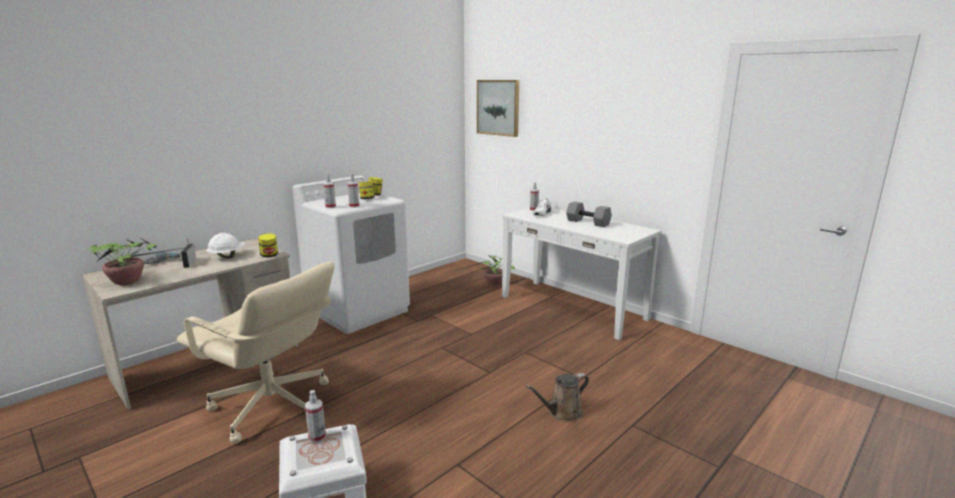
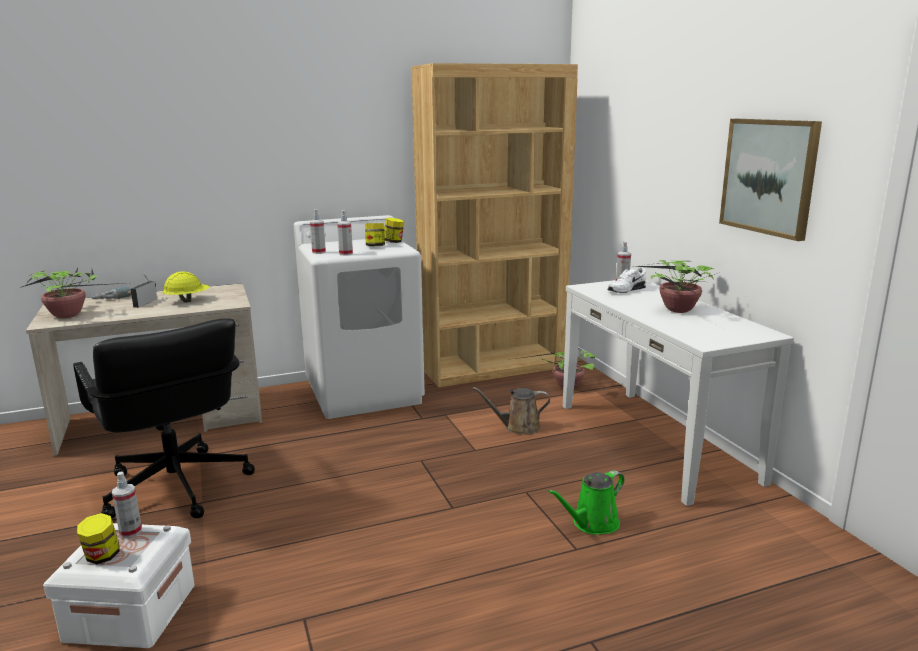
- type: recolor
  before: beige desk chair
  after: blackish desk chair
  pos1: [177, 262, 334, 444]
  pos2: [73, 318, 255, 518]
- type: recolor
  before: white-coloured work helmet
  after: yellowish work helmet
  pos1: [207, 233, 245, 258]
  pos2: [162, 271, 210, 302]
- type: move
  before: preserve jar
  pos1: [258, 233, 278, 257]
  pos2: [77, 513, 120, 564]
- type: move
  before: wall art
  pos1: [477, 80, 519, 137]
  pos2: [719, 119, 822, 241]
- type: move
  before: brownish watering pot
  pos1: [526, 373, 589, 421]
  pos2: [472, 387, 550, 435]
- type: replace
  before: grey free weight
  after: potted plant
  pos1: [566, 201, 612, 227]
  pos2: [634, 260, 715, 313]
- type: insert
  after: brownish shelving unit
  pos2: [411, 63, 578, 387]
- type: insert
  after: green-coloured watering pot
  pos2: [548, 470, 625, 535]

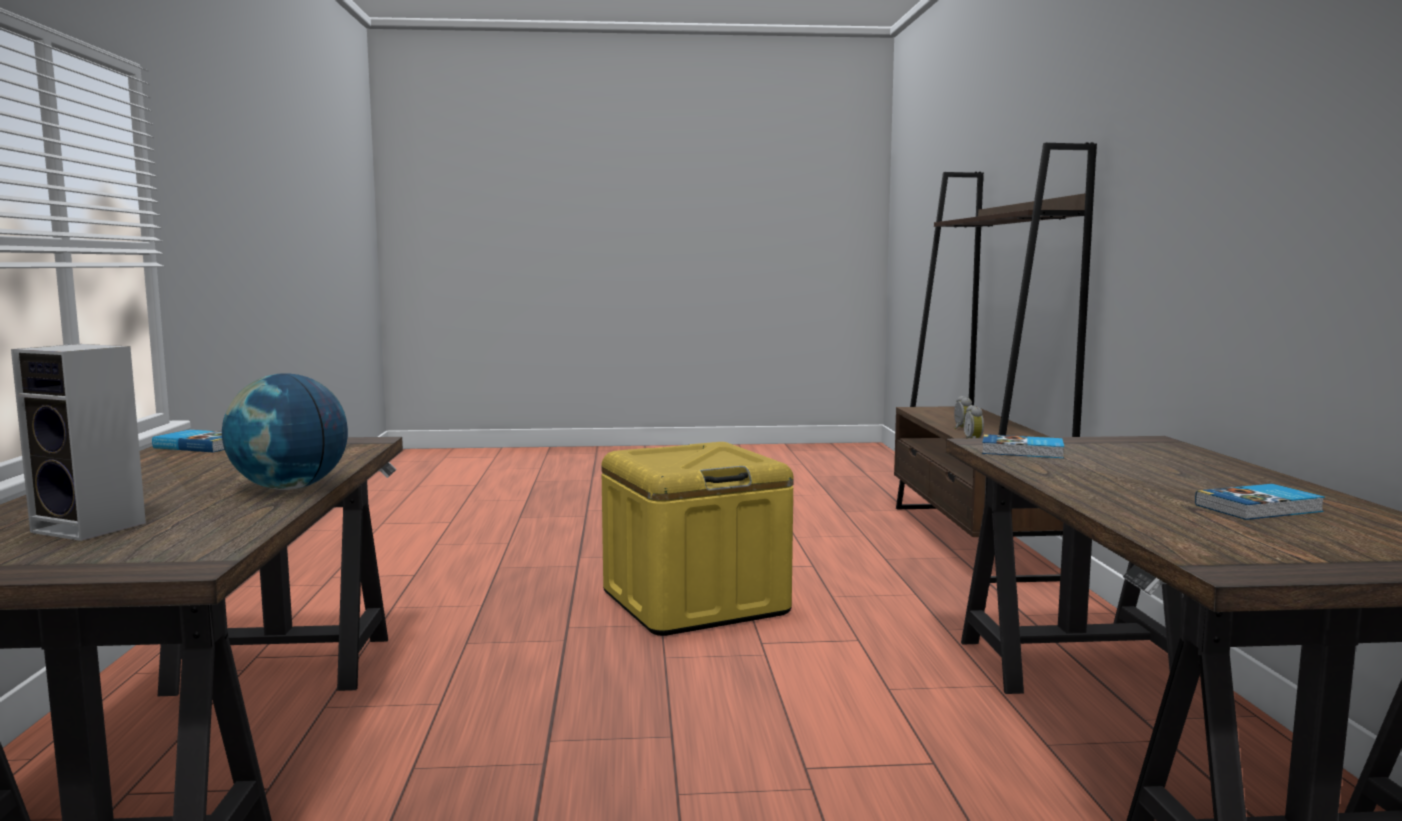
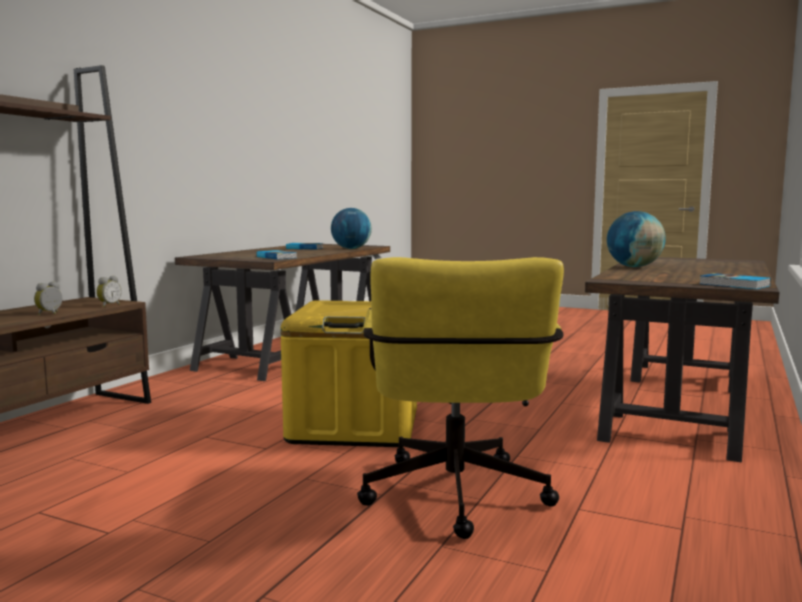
- type: delete
  before: loudspeaker
  pos1: [11, 344, 146, 541]
- type: insert
  after: world globe
  pos2: [331, 208, 372, 249]
- type: insert
  after: yellowish desk chair
  pos2: [357, 257, 564, 539]

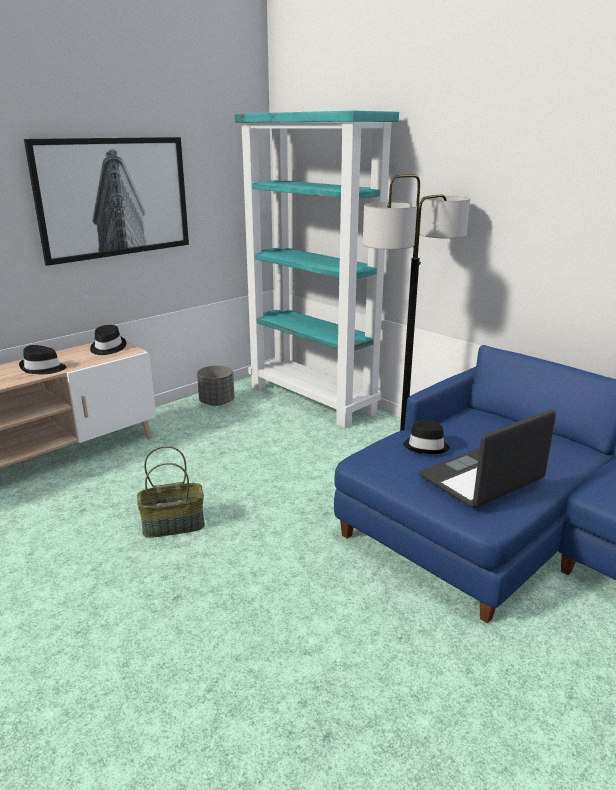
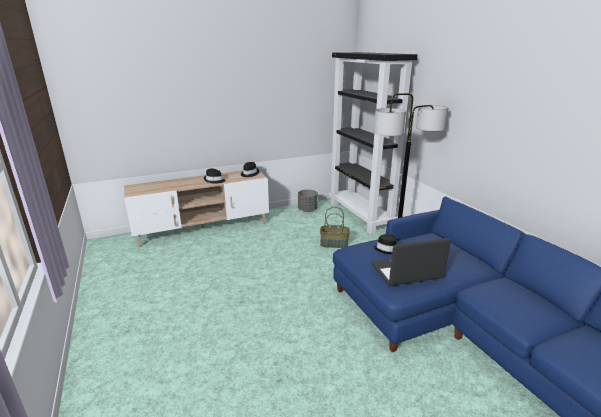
- type: delete
  before: wall art
  pos1: [24, 137, 189, 266]
- type: move
  before: storage basket
  pos1: [137, 446, 205, 538]
  pos2: [320, 207, 350, 248]
- type: recolor
  before: turquoise-coloured shelving unit
  after: blackish shelving unit
  pos1: [235, 111, 399, 428]
  pos2: [329, 52, 418, 235]

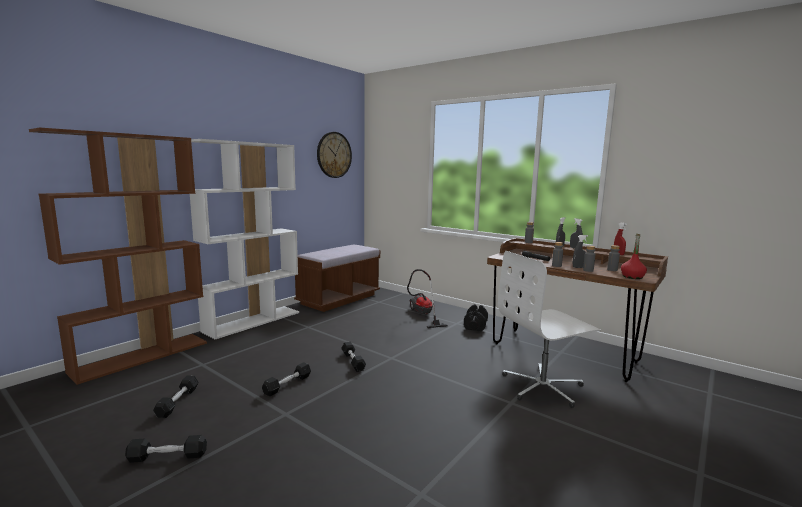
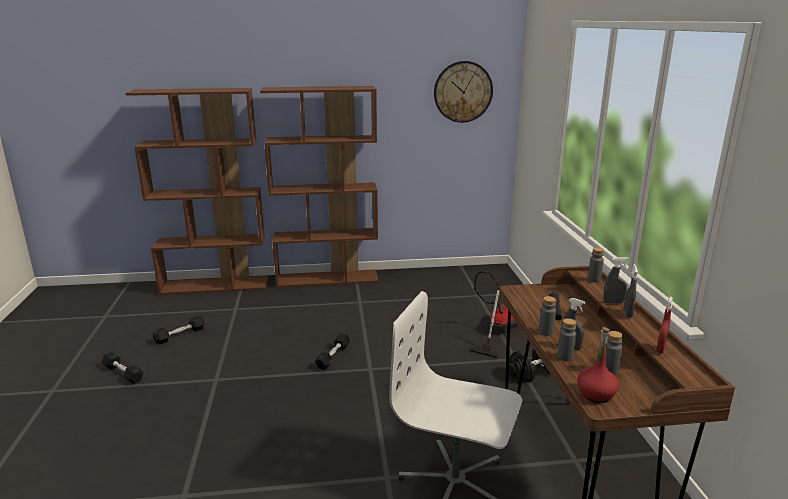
- type: recolor
  before: white-coloured shelving unit
  after: brownish shelving unit
  pos1: [190, 139, 299, 339]
  pos2: [260, 86, 379, 288]
- type: delete
  before: blackish free weight
  pos1: [262, 362, 311, 396]
- type: delete
  before: brownish bench
  pos1: [294, 245, 380, 312]

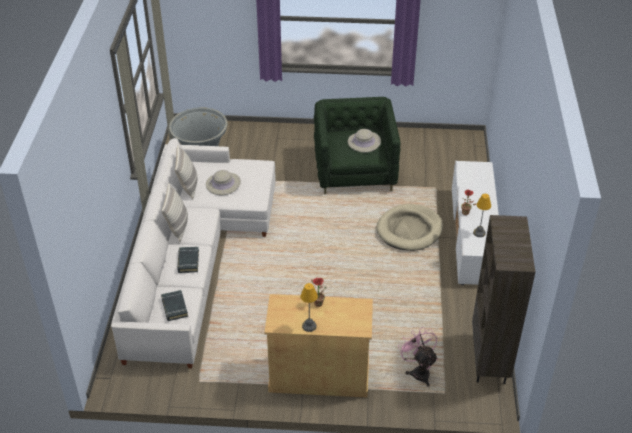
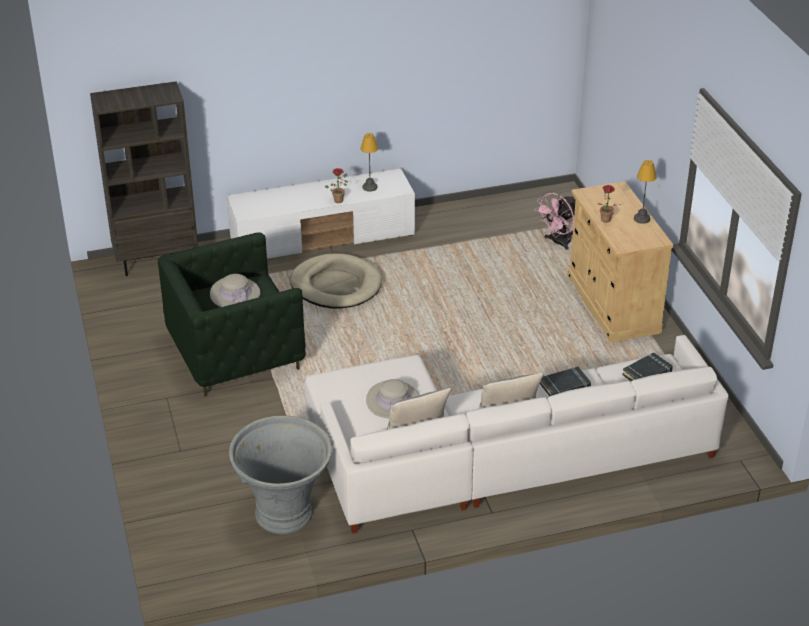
- type: move
  before: brownish shelving unit
  pos1: [472, 215, 535, 384]
  pos2: [90, 81, 198, 276]

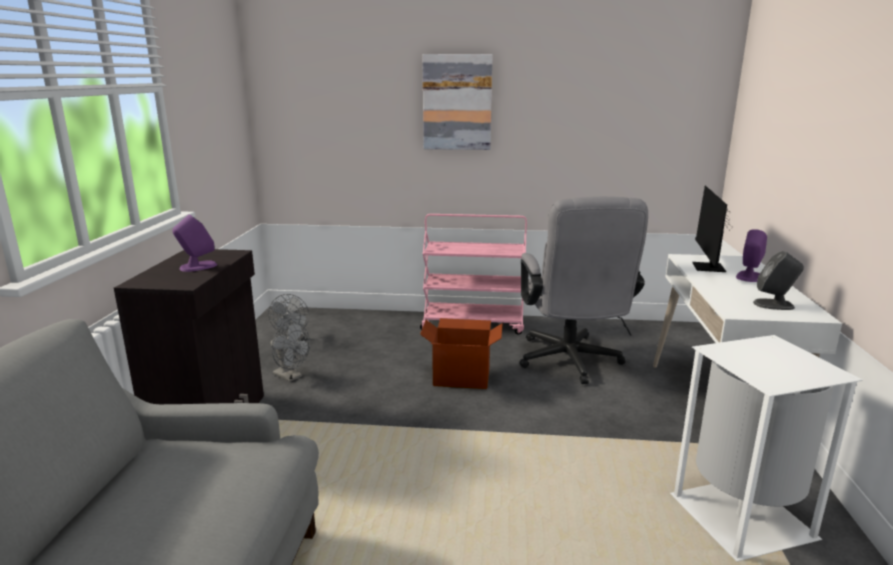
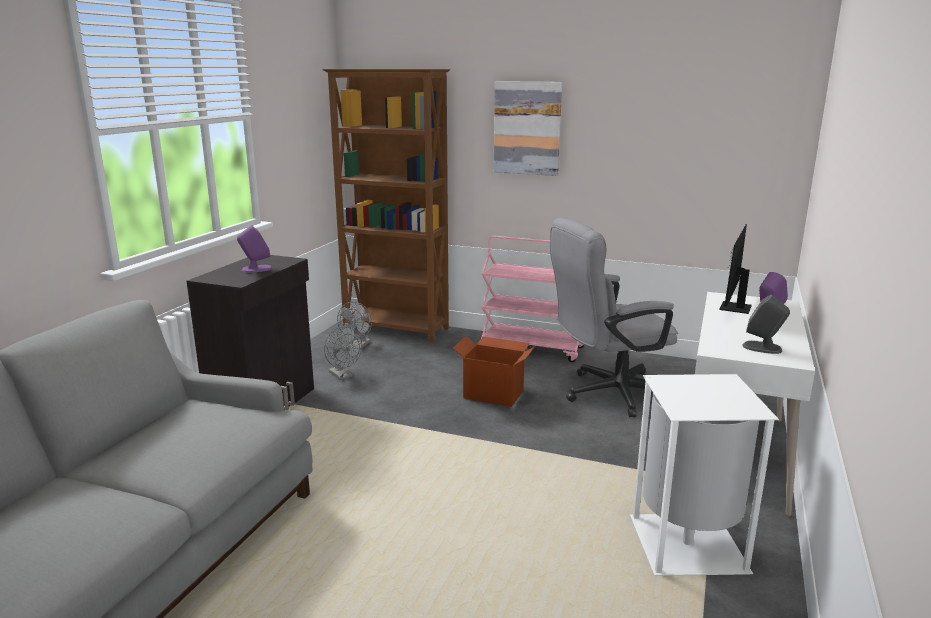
- type: rotate
  before: grey desk chair
  pos1: [519, 196, 648, 384]
  pos2: [550, 218, 678, 417]
  turn: 60
- type: insert
  after: brownish shelving unit
  pos2: [322, 69, 450, 343]

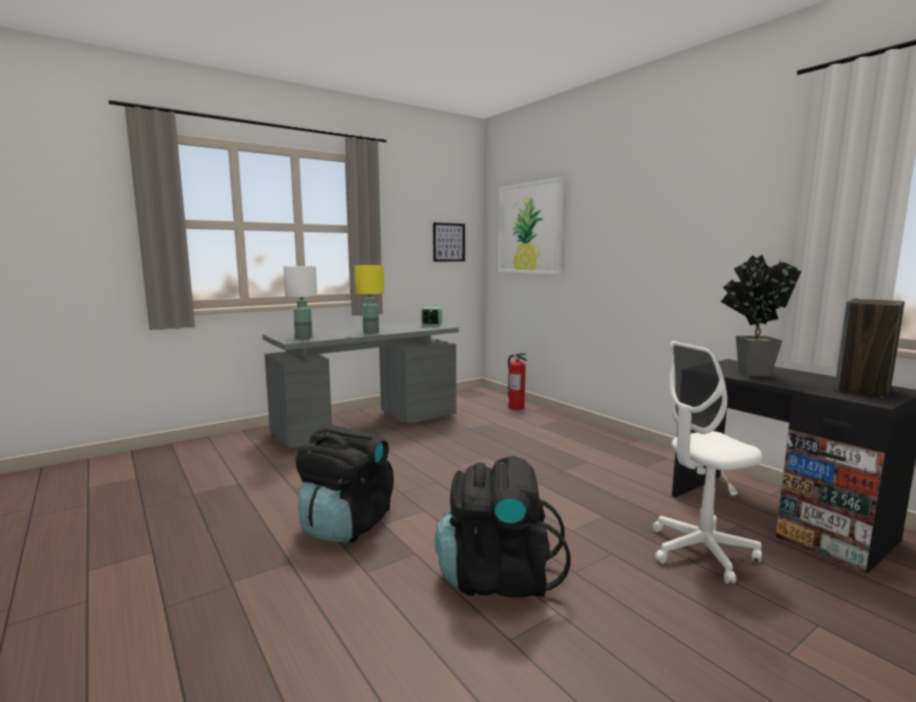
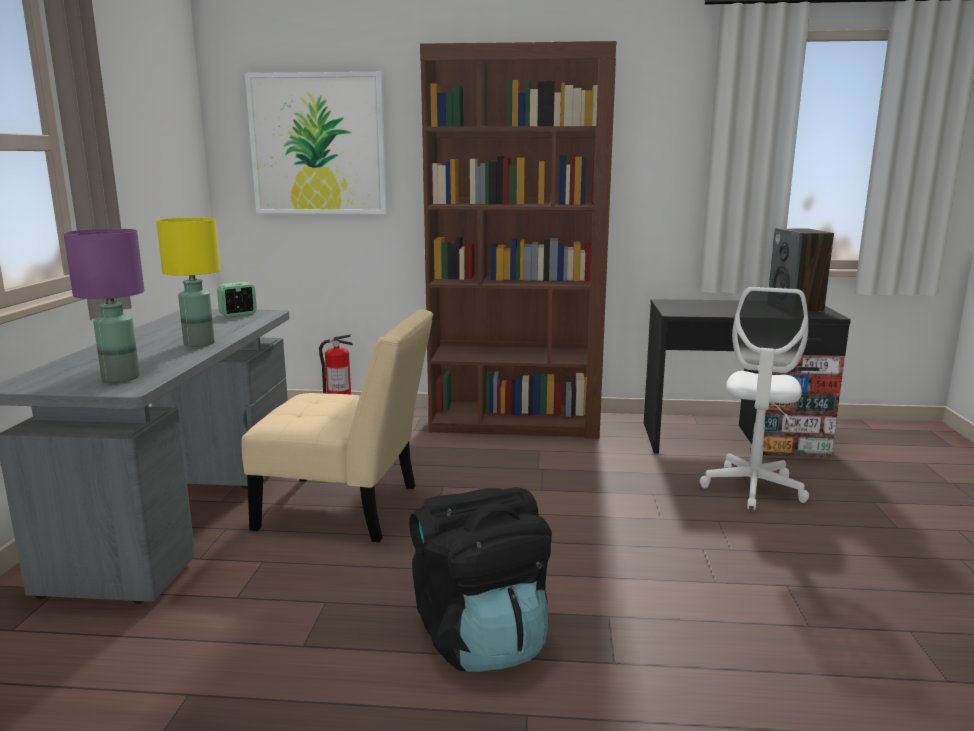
- type: recolor
  before: white-coloured lamp for a table
  after: purple lamp for a table
  pos1: [283, 266, 317, 339]
  pos2: [64, 229, 145, 383]
- type: delete
  before: wall art
  pos1: [433, 223, 465, 262]
- type: delete
  before: blackish rucksack
  pos1: [434, 456, 571, 597]
- type: delete
  before: potted plant
  pos1: [721, 255, 801, 377]
- type: insert
  after: beige chair
  pos2: [241, 309, 434, 542]
- type: insert
  after: brownish shelving unit
  pos2: [420, 41, 616, 439]

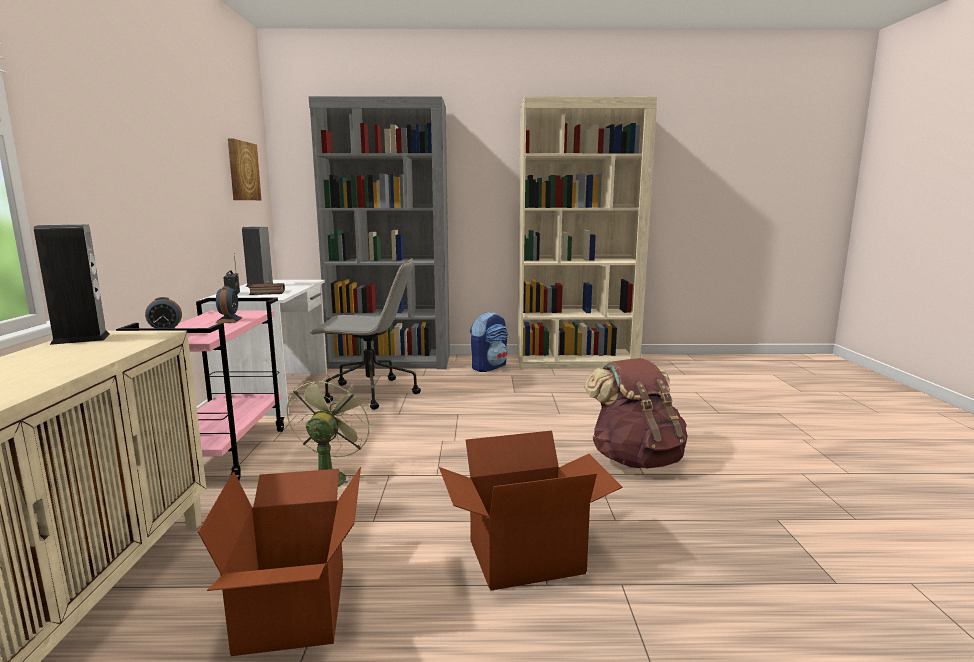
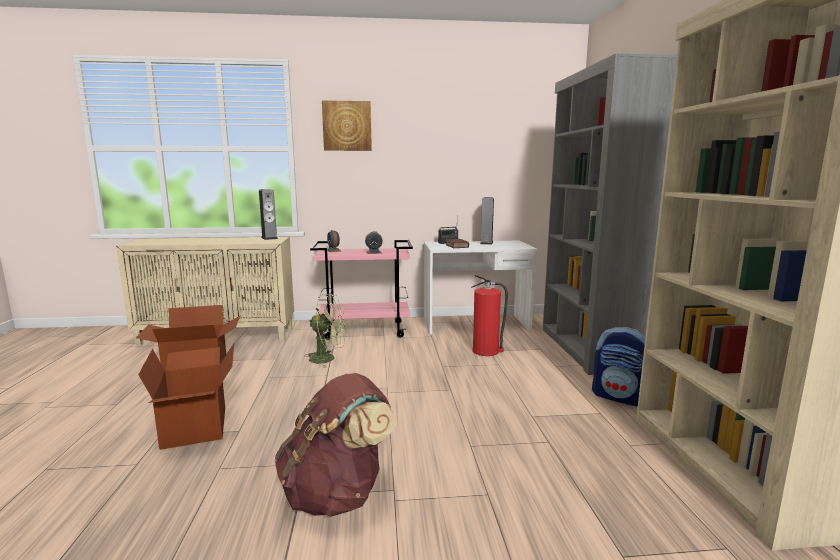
- type: move
  before: wall art
  pos1: [228, 138, 261, 200]
  pos2: [322, 101, 372, 151]
- type: replace
  before: grey desk chair
  after: fire-fighting cylinder
  pos1: [310, 258, 421, 410]
  pos2: [471, 275, 508, 356]

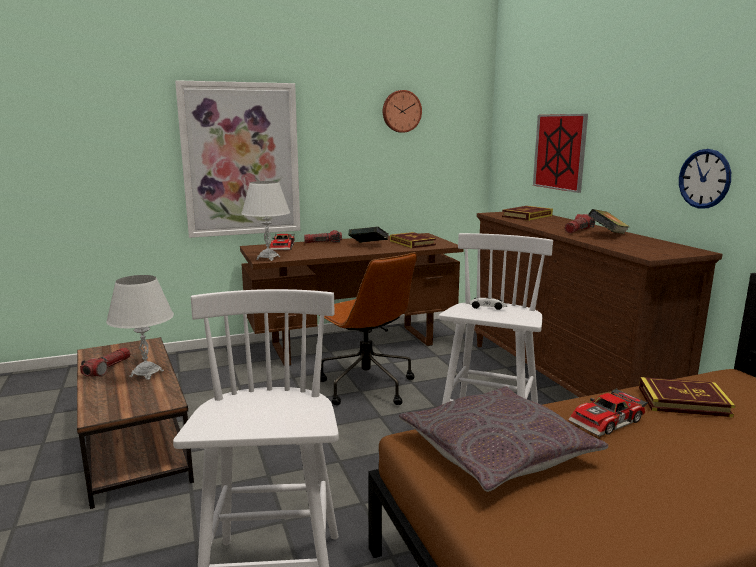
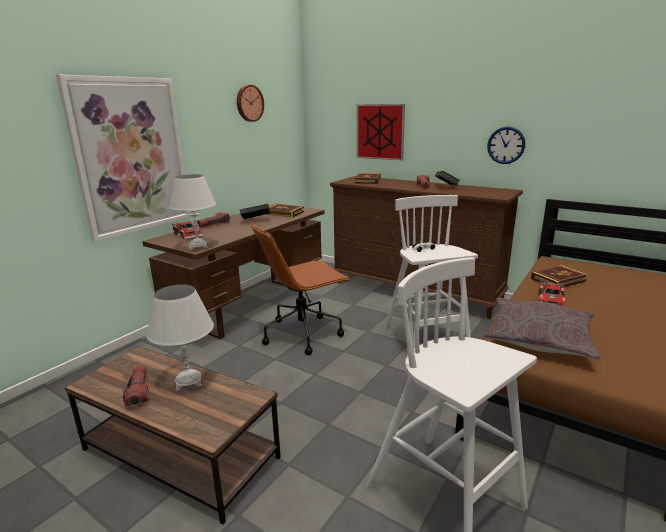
- type: rotate
  before: brownish desk chair
  pos1: [319, 252, 417, 405]
  pos2: [252, 223, 351, 355]
  turn: 135

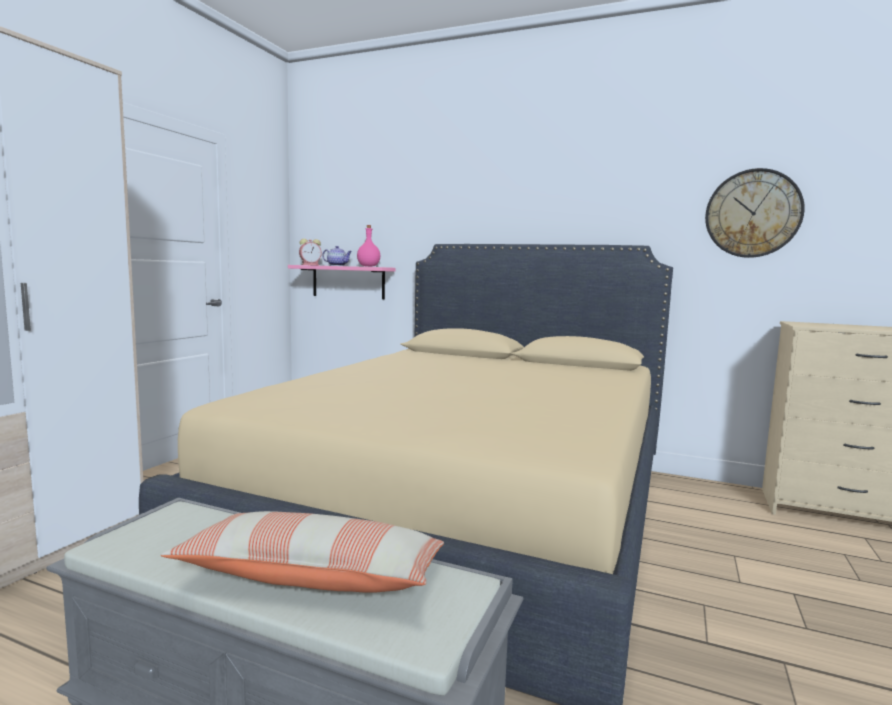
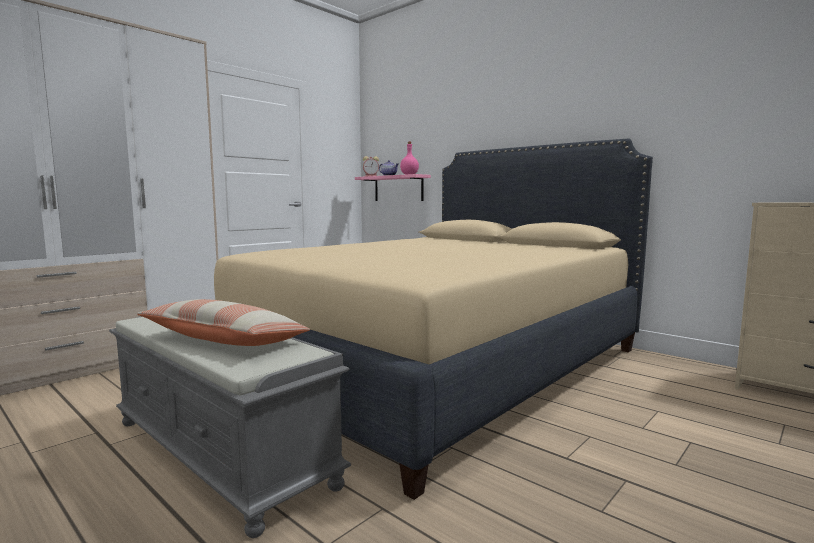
- type: delete
  before: hanging clock
  pos1: [705, 168, 805, 258]

